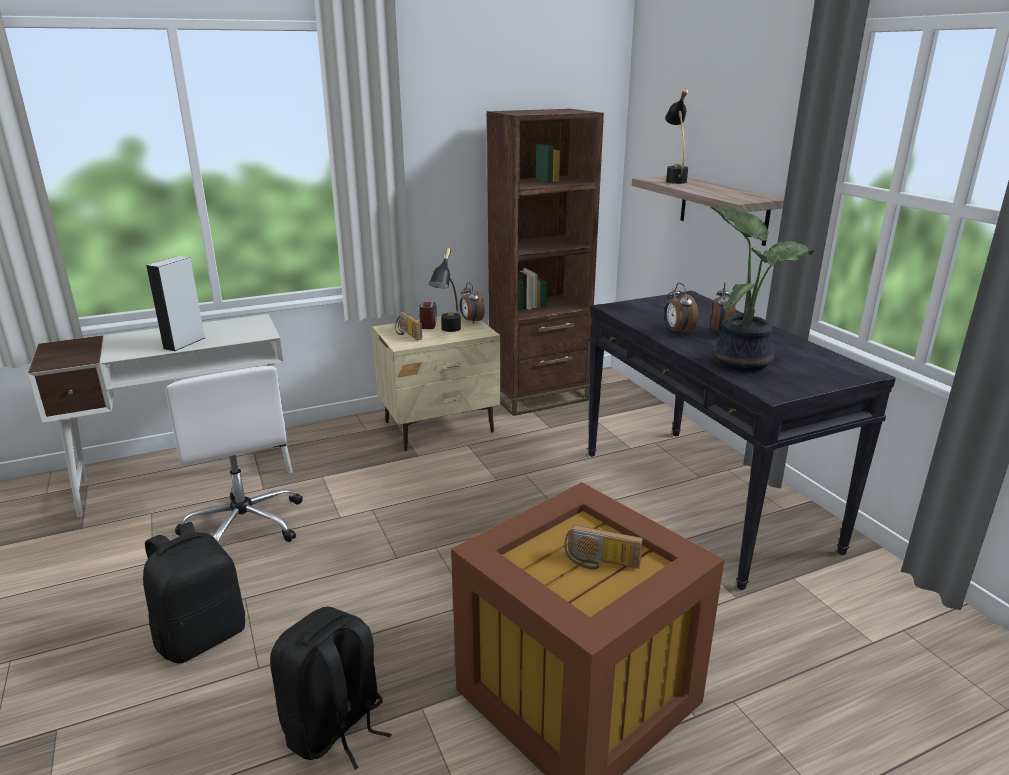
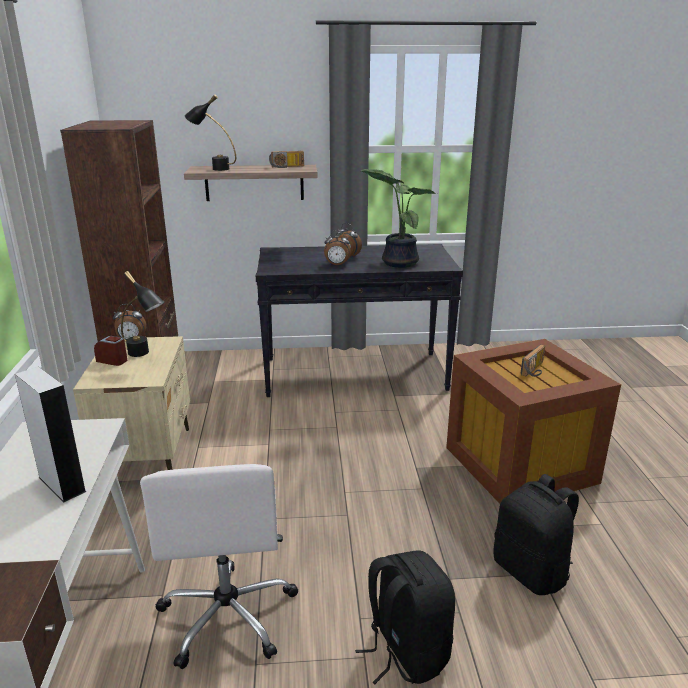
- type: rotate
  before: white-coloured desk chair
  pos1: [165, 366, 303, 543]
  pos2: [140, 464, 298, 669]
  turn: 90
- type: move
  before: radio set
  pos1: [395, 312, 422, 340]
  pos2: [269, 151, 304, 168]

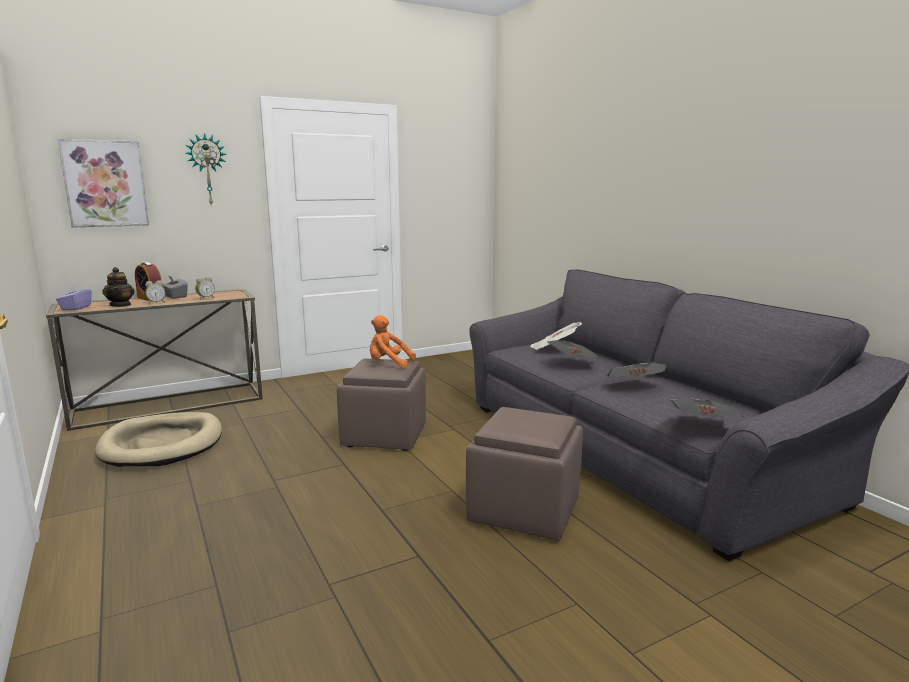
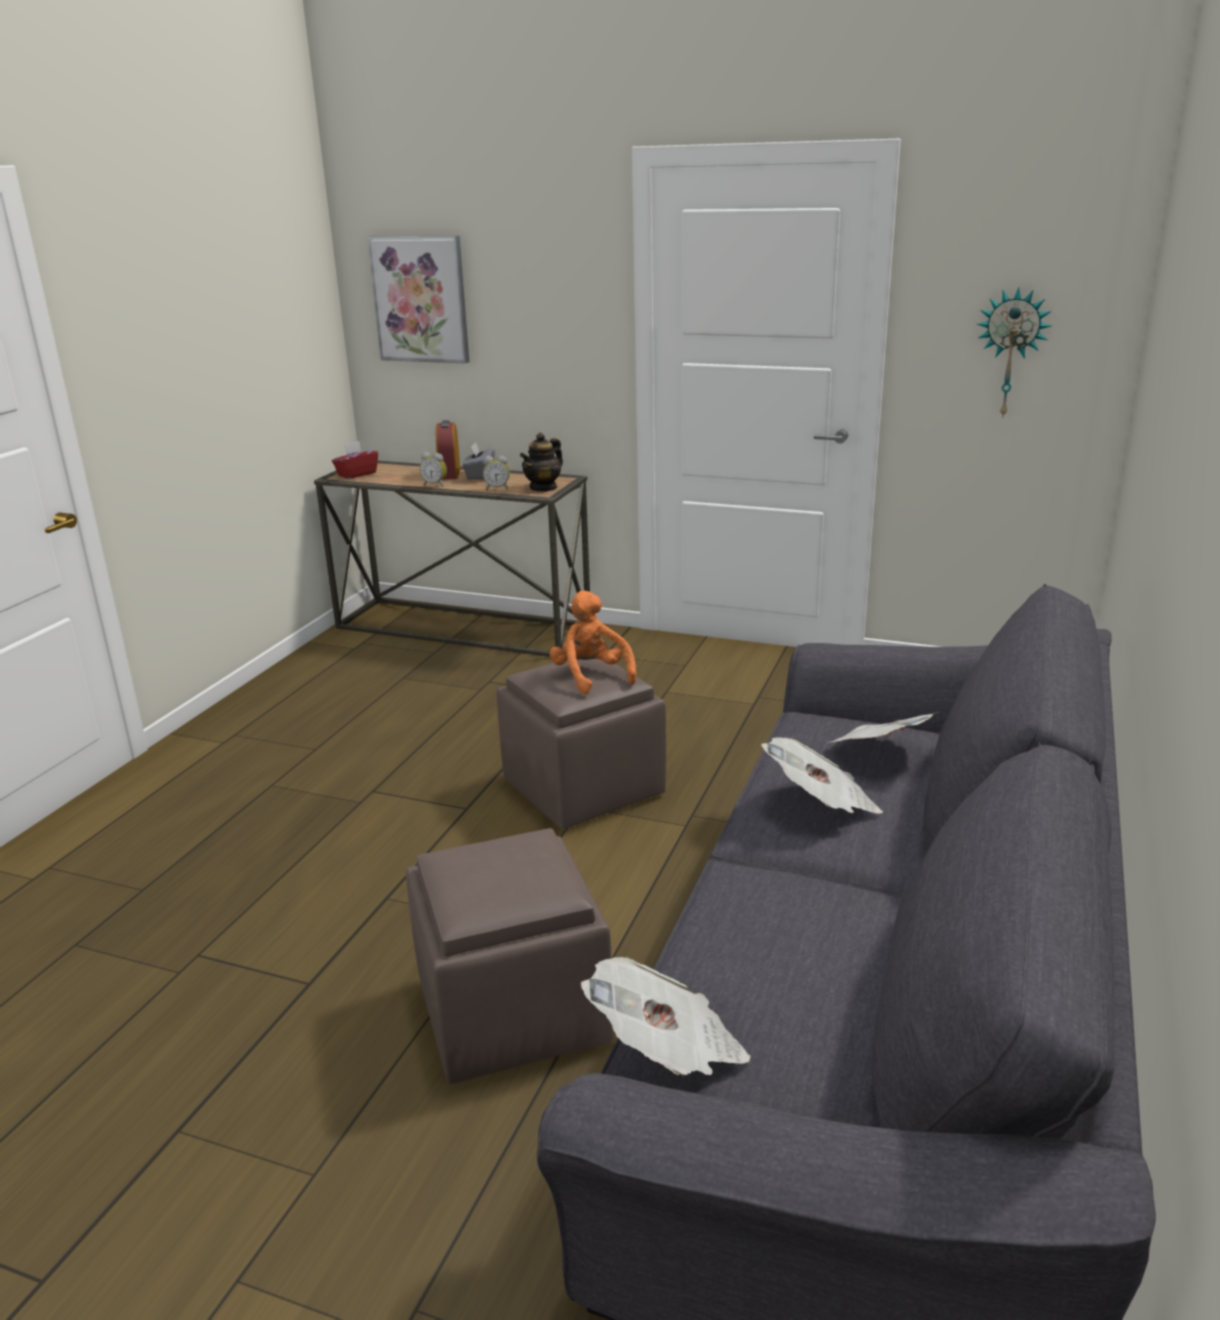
- type: recolor
  before: purple box of tissues
  after: red-coloured box of tissues
  pos1: [56, 284, 92, 310]
  pos2: [332, 441, 378, 479]
- type: delete
  before: beige dog bed
  pos1: [95, 412, 222, 467]
- type: move
  before: pot for tea
  pos1: [102, 267, 135, 307]
  pos2: [520, 433, 563, 492]
- type: move
  before: hanging clock
  pos1: [185, 133, 226, 206]
  pos2: [977, 287, 1051, 419]
- type: delete
  before: printed paper
  pos1: [606, 362, 666, 378]

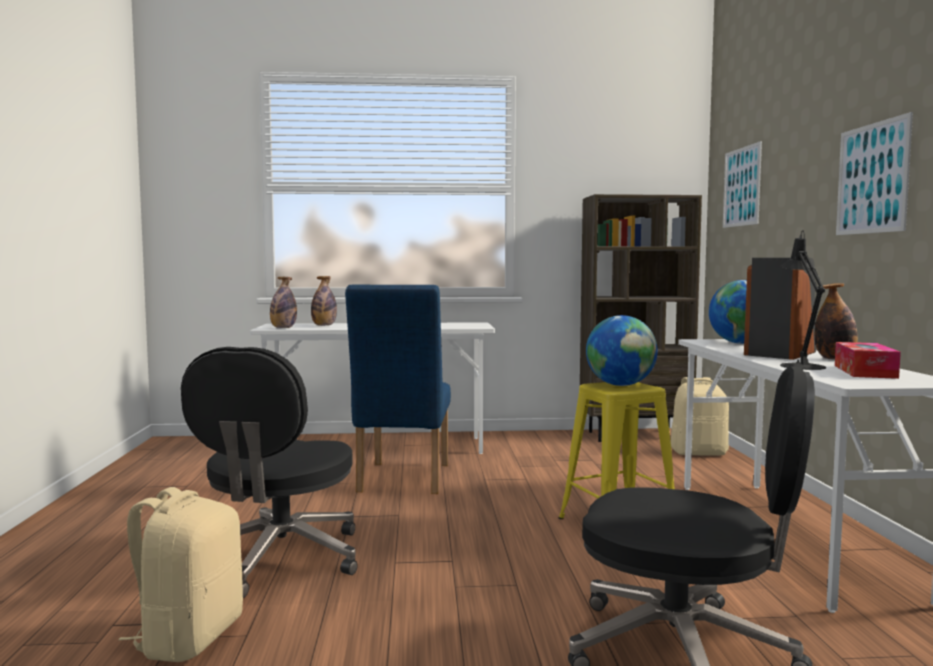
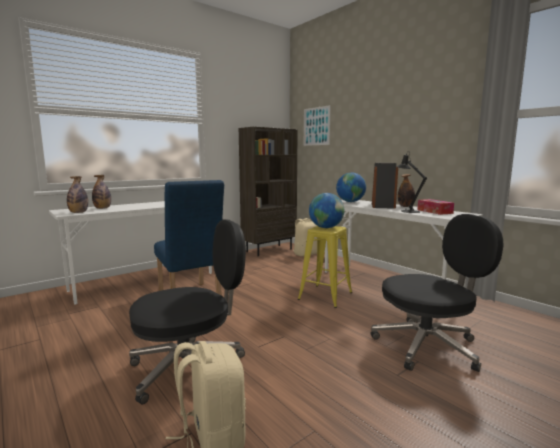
- type: rotate
  before: blackish desk chair
  pos1: [181, 347, 358, 598]
  pos2: [129, 220, 246, 405]
  turn: -90
- type: delete
  before: wall art
  pos1: [836, 112, 913, 235]

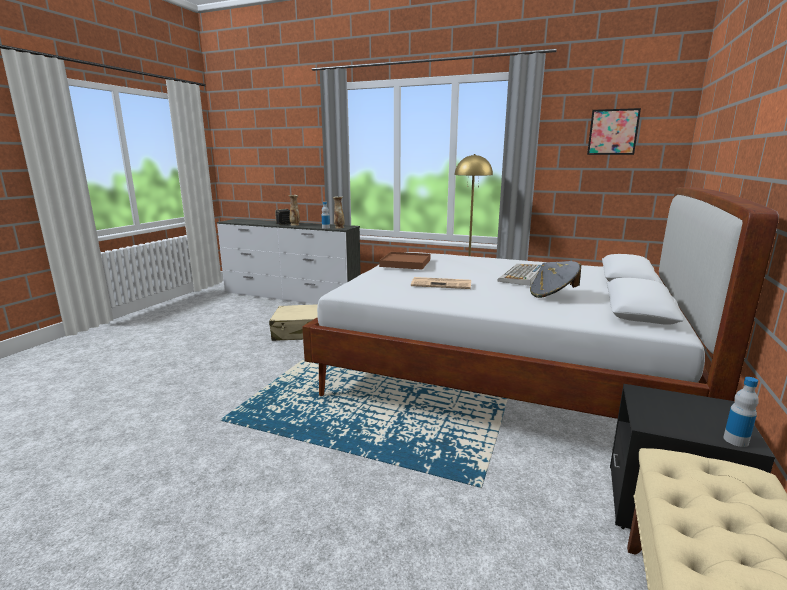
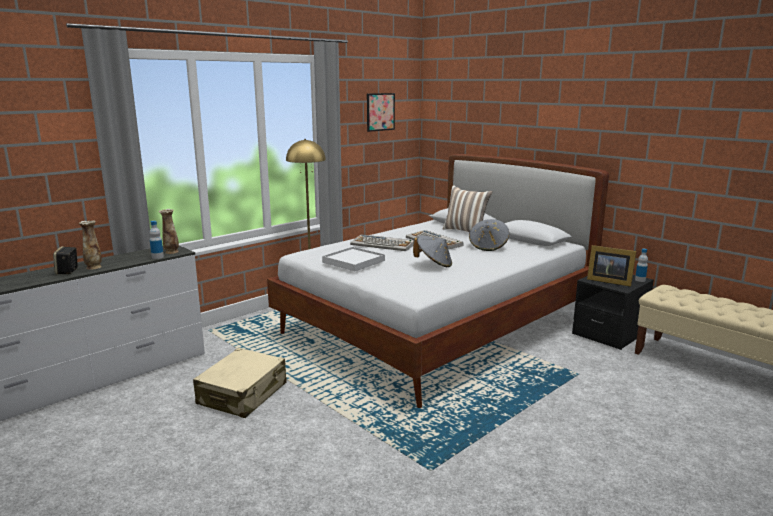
- type: recolor
  before: brownish tray
  after: white-coloured tray
  pos1: [379, 252, 430, 269]
  pos2: [322, 247, 385, 271]
- type: replace
  before: printed paper
  after: grey clothing hat
  pos1: [411, 277, 471, 289]
  pos2: [413, 235, 452, 267]
- type: insert
  after: PC keyboard
  pos2: [350, 234, 414, 251]
- type: insert
  after: cushion
  pos2: [443, 185, 493, 232]
- type: insert
  after: photo frame
  pos2: [587, 245, 636, 287]

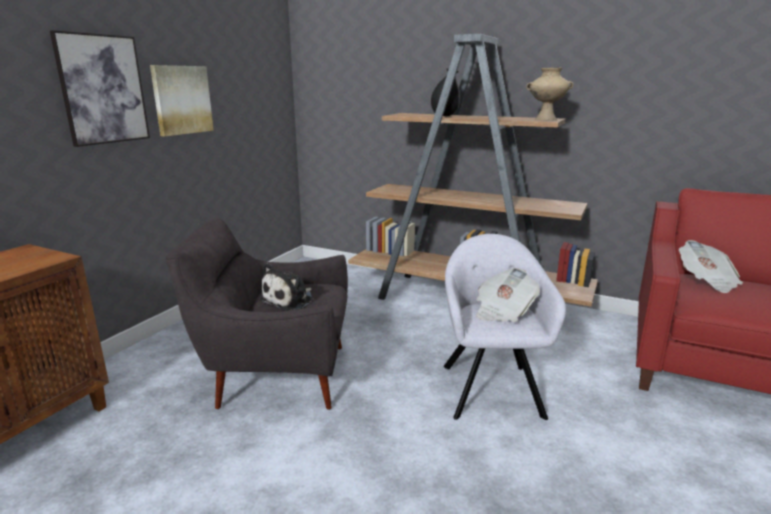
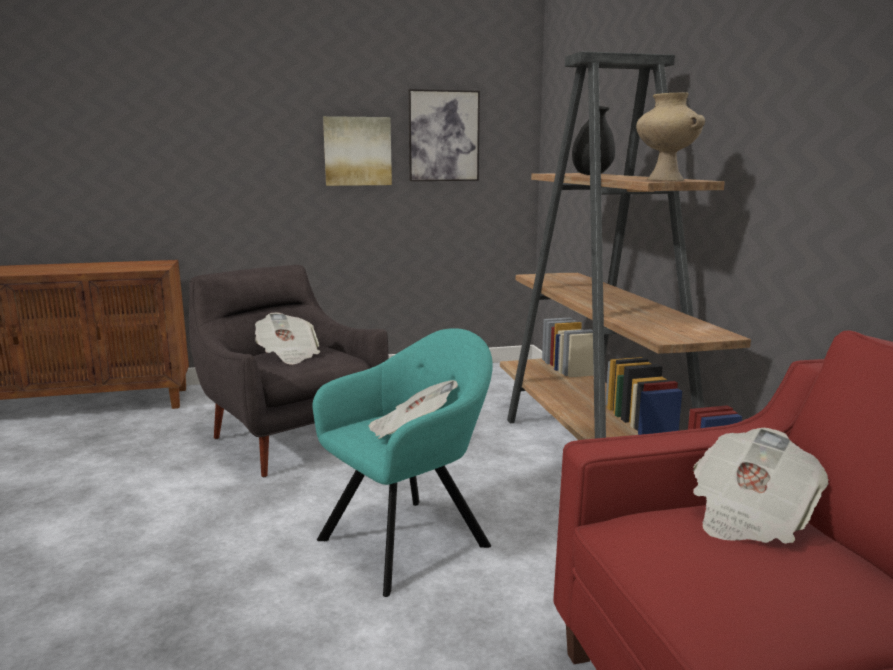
- type: move
  before: wall art
  pos1: [50, 30, 150, 147]
  pos2: [408, 89, 480, 181]
- type: replace
  before: plush toy
  after: printed paper
  pos1: [259, 263, 313, 311]
  pos2: [255, 312, 320, 365]
- type: recolor
  before: grey armchair
  after: turquoise-coloured armchair
  pos1: [444, 234, 566, 420]
  pos2: [312, 328, 493, 597]

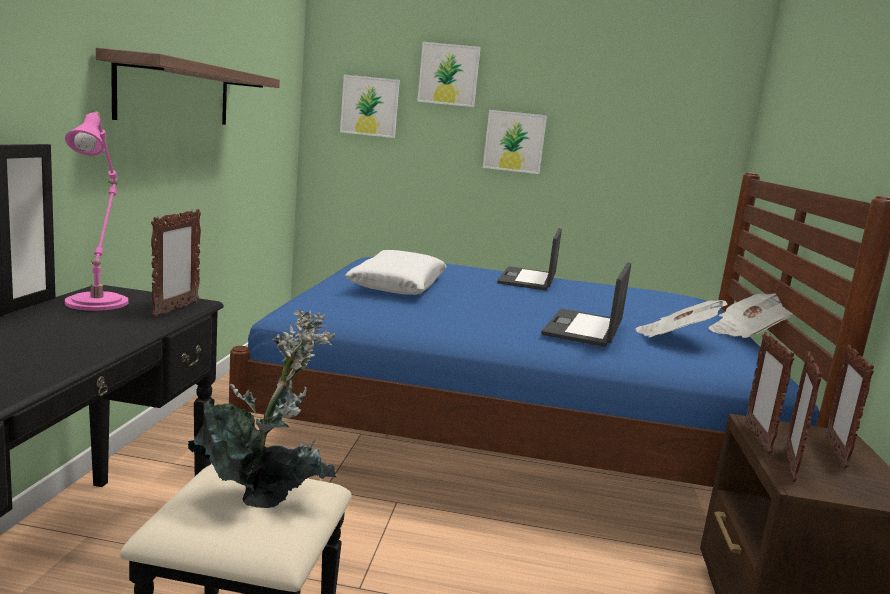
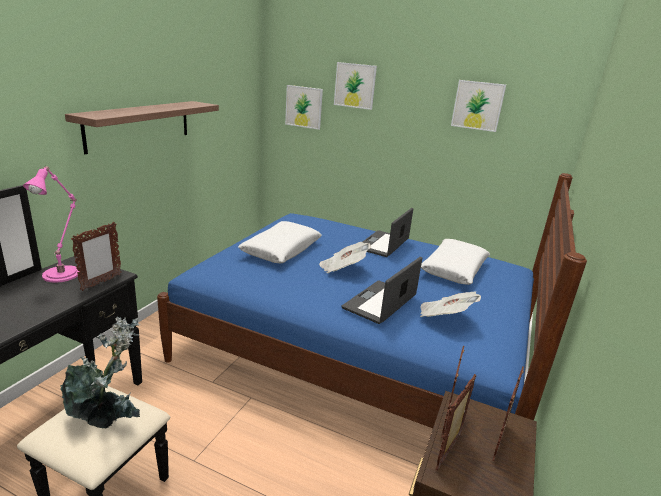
- type: move
  before: wall art
  pos1: [483, 110, 547, 174]
  pos2: [451, 80, 506, 132]
- type: move
  before: printed paper
  pos1: [709, 293, 793, 338]
  pos2: [319, 242, 371, 273]
- type: insert
  after: white-coloured cushion
  pos2: [421, 239, 490, 285]

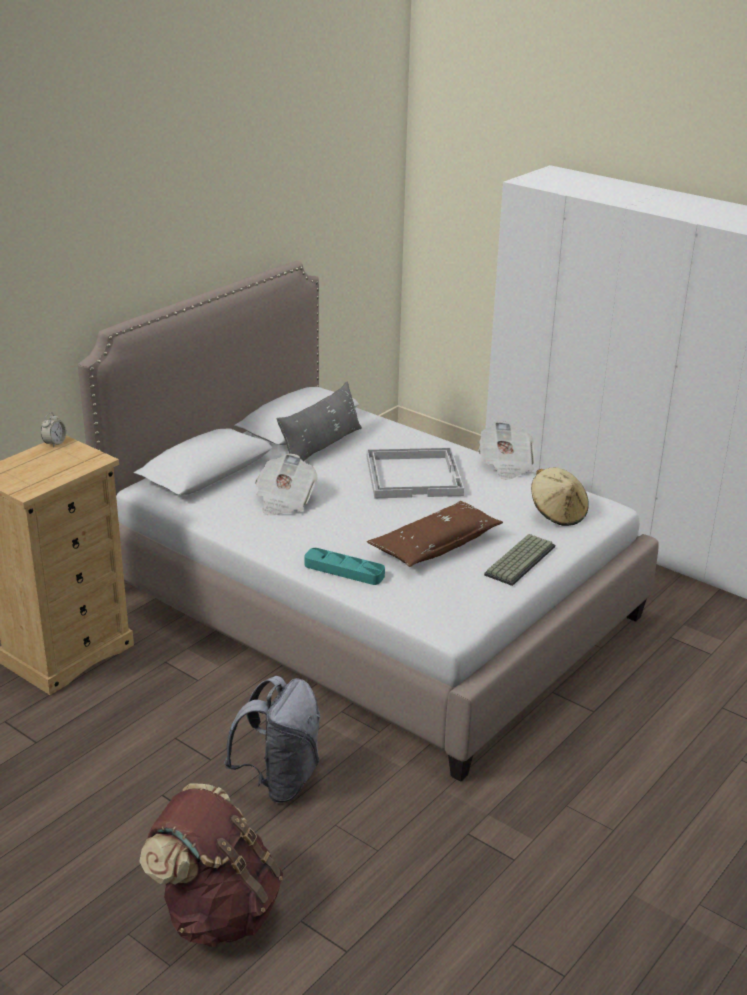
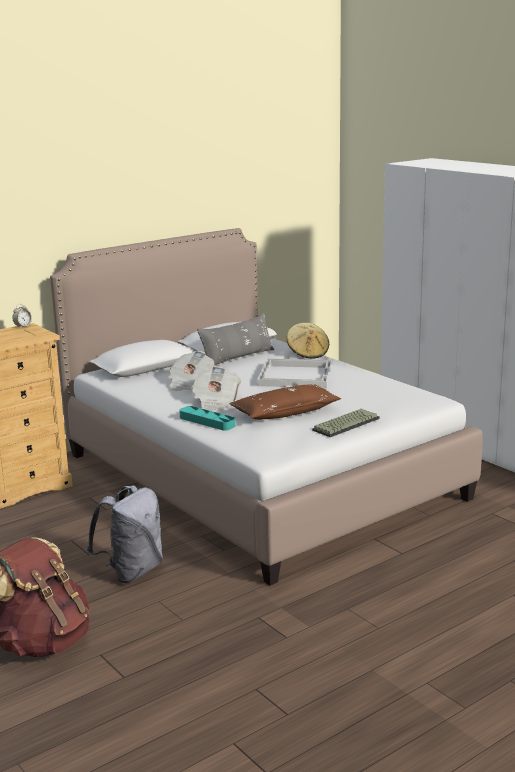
- type: move
  before: printed paper
  pos1: [479, 421, 535, 480]
  pos2: [191, 366, 241, 411]
- type: move
  before: beige clothing hat
  pos1: [531, 467, 589, 526]
  pos2: [287, 323, 329, 359]

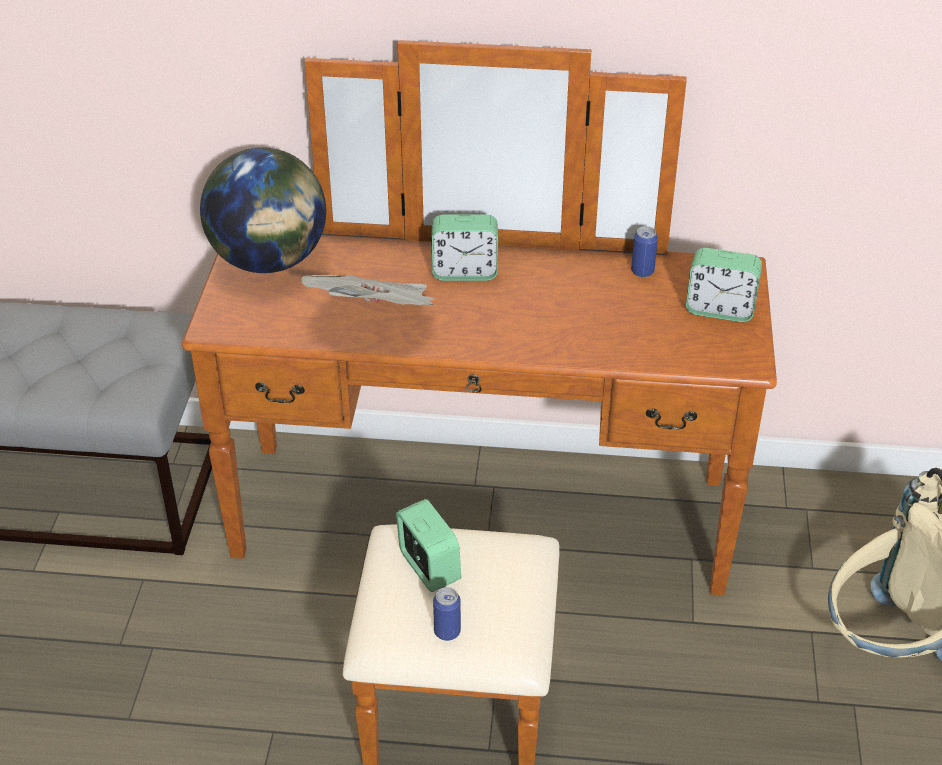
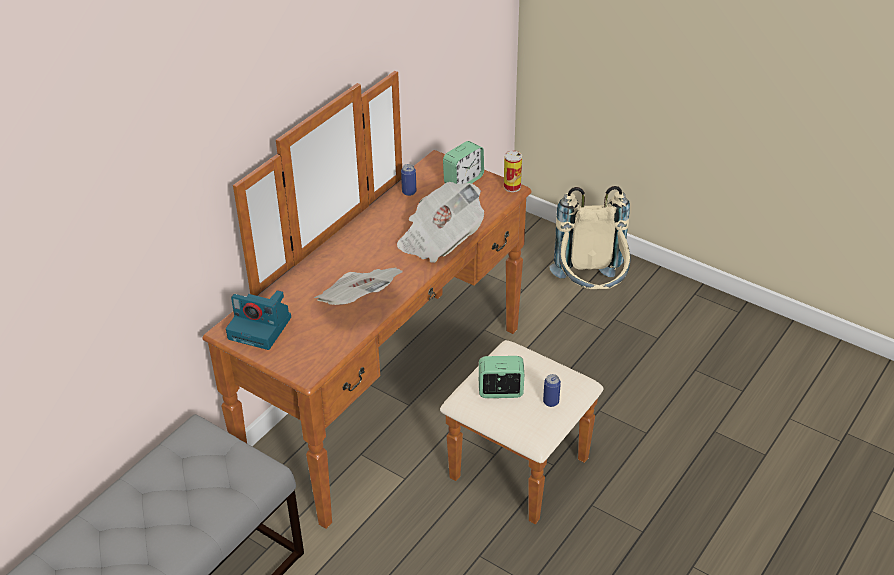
- type: replace
  before: world globe
  after: still camera
  pos1: [200, 147, 326, 273]
  pos2: [226, 290, 291, 350]
- type: delete
  before: bedside clock
  pos1: [431, 214, 498, 281]
- type: insert
  after: printed paper
  pos2: [397, 182, 484, 263]
- type: insert
  after: sealed can
  pos2: [504, 151, 522, 192]

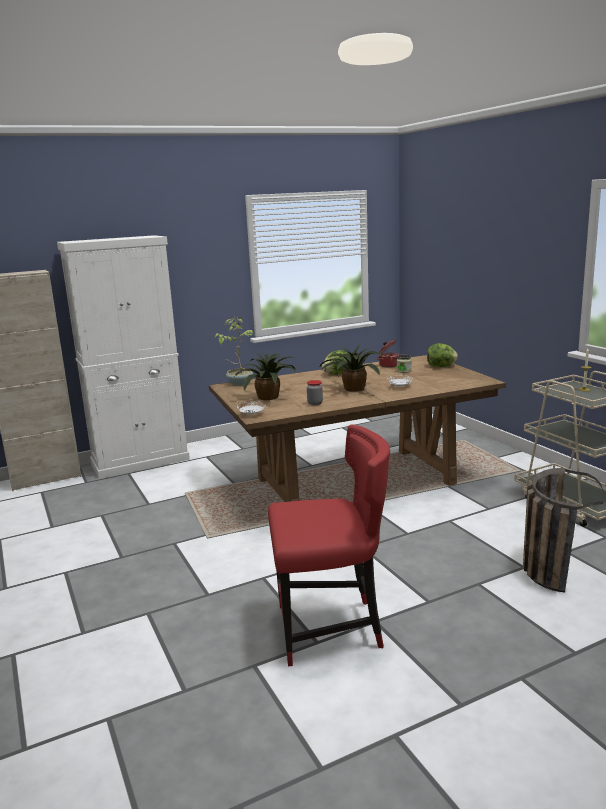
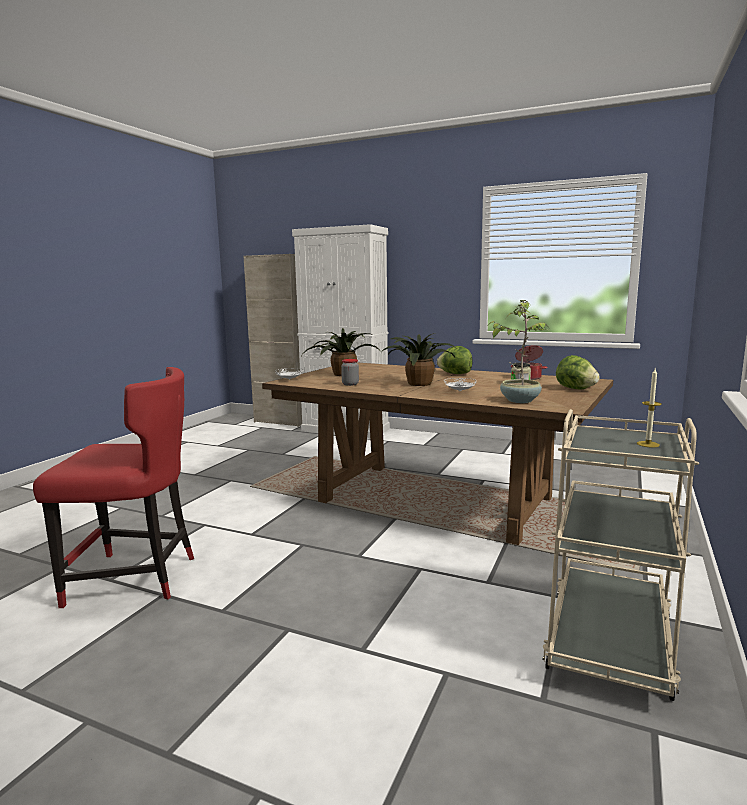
- type: move
  before: potted plant
  pos1: [215, 316, 253, 386]
  pos2: [488, 300, 547, 403]
- type: rotate
  before: red-coloured chair
  pos1: [268, 424, 390, 667]
  pos2: [33, 367, 194, 608]
  turn: -45
- type: delete
  before: storage basket
  pos1: [523, 468, 604, 593]

